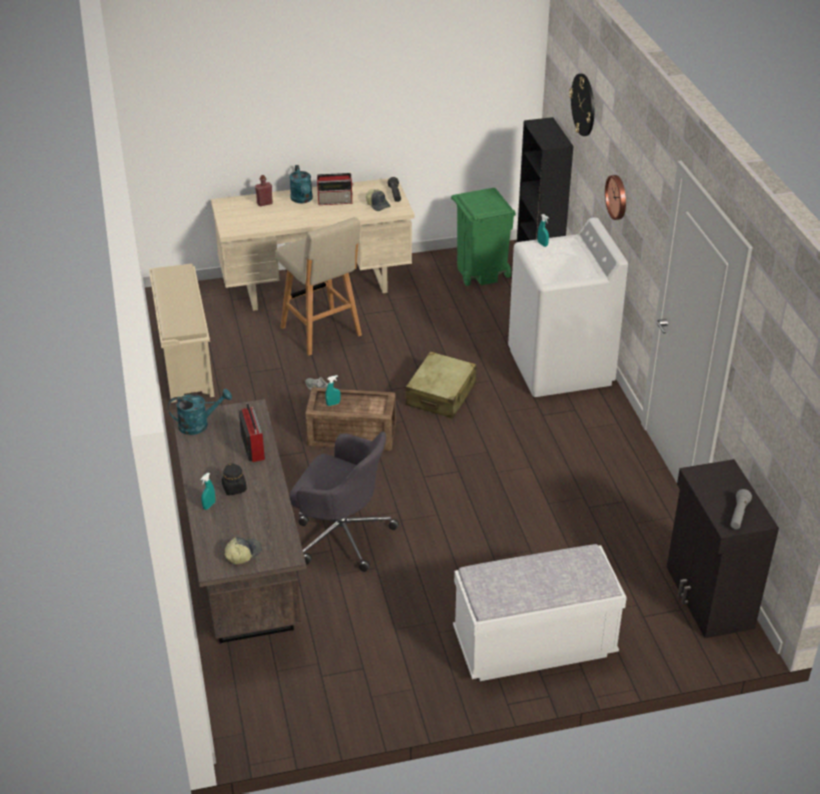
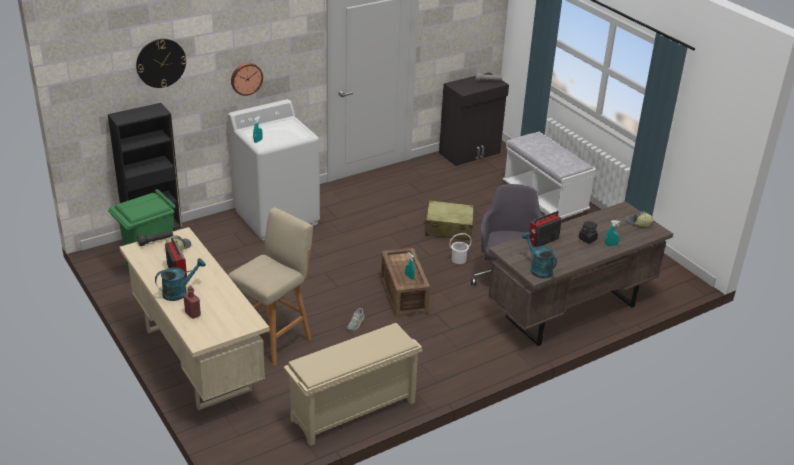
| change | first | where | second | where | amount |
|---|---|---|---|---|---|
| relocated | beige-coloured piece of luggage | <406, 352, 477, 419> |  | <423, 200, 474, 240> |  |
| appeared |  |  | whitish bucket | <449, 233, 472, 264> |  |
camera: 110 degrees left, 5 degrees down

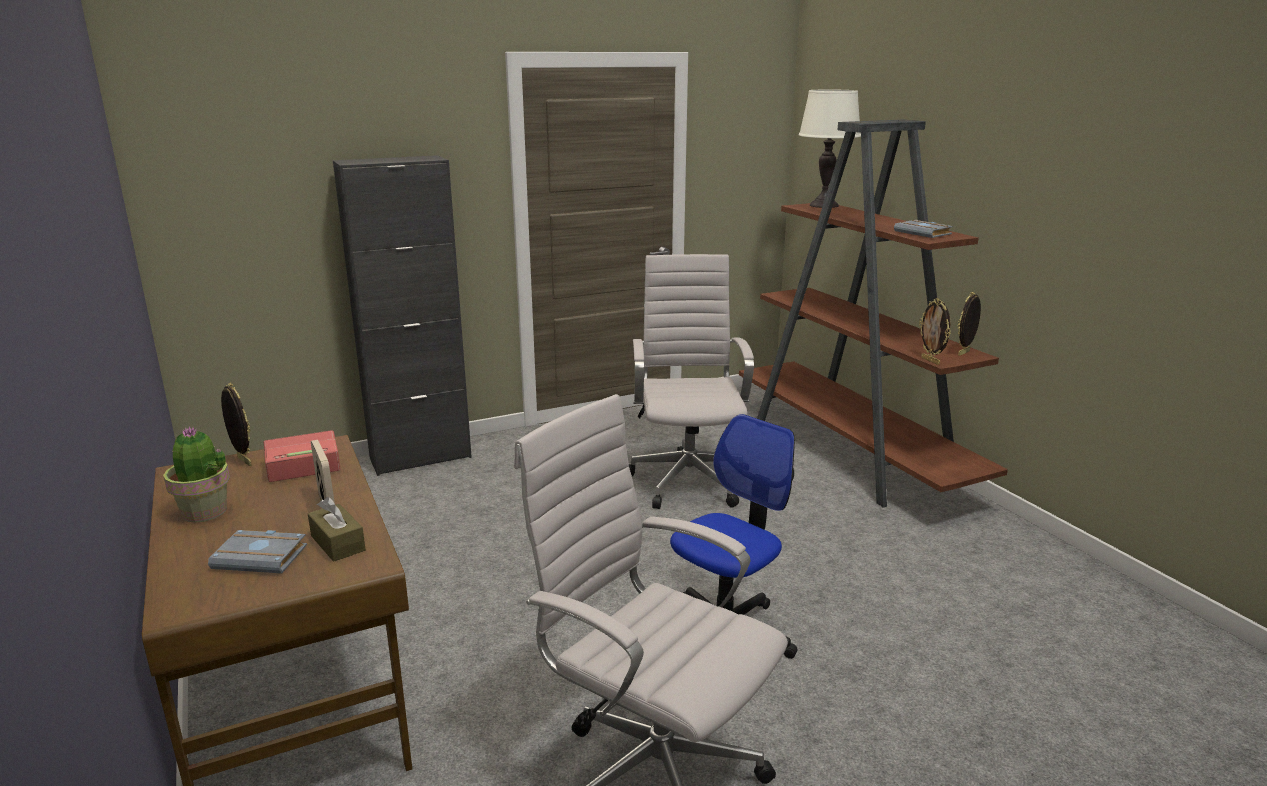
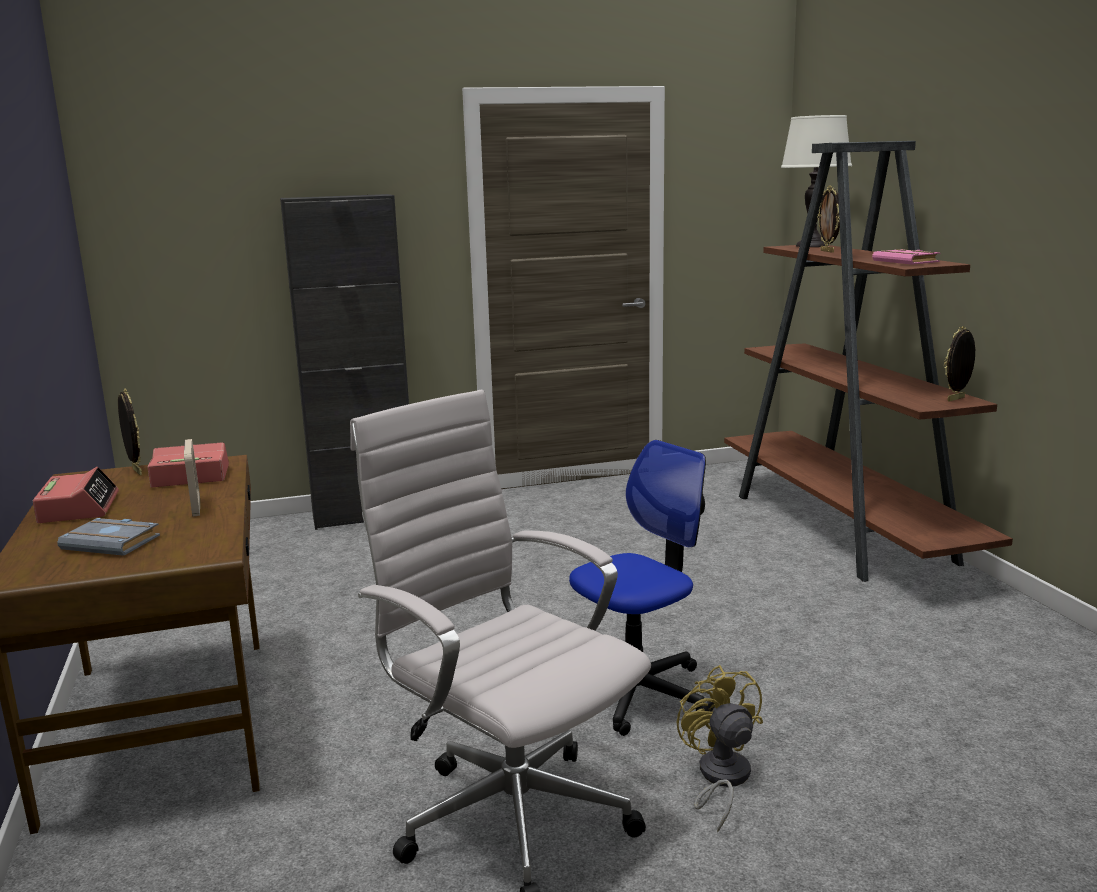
| change | first | where | second | where | amount |
|---|---|---|---|---|---|
| colour | grey bound book | <894, 220, 953, 238> | pink-coloured bound book | <872, 249, 940, 265> |  |
| missing | whitish computer chair | <629, 254, 754, 509> |  |  |  |
| relocated | picture frame | <919, 298, 951, 365> |  | <817, 185, 840, 253> |  |
| exchanged | plant in a pot | <163, 426, 230, 523> | alarm clock | <33, 467, 119, 523> |  |
| missing | brown-coloured tissue holder | <308, 497, 366, 562> |  |  |  |
| appeared |  |  | yellowish cooling fan | <677, 665, 763, 832> |  |
camera: 10 degrees right, 5 degrees down

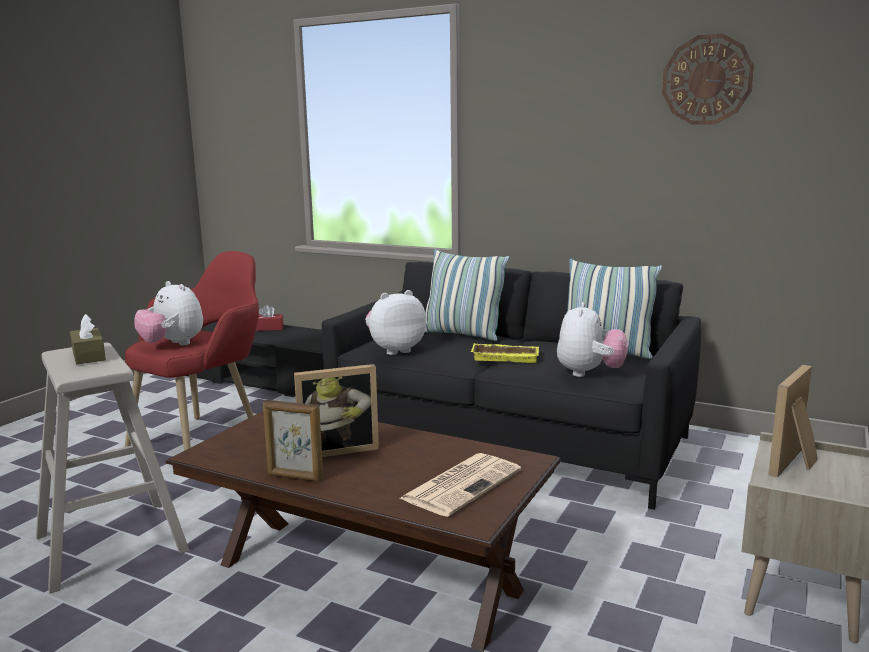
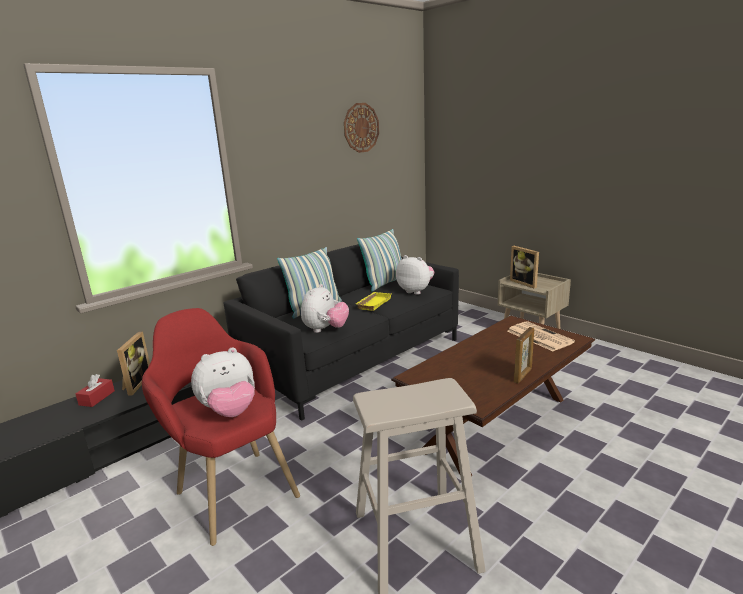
| change | first | where | second | where | amount |
|---|---|---|---|---|---|
| spun | cuddly toy | <365, 290, 426, 355> |  | <301, 284, 349, 333> | 150 degrees counterclockwise |
| missing | brown-coloured tissue holder | <70, 314, 106, 364> |  |  |  |
| relocated | picture frame | <294, 364, 379, 457> |  | <117, 331, 150, 396> |  |
camera: 70 degrees left, 5 degrees up

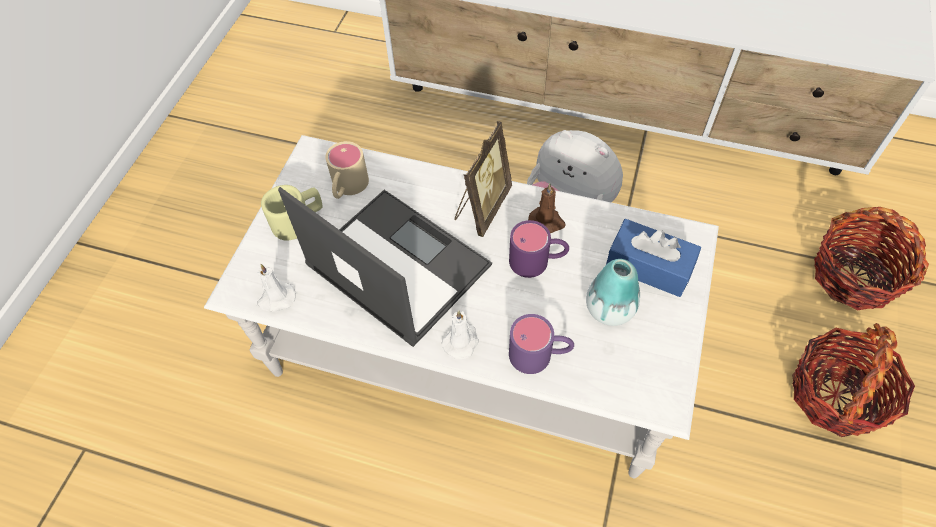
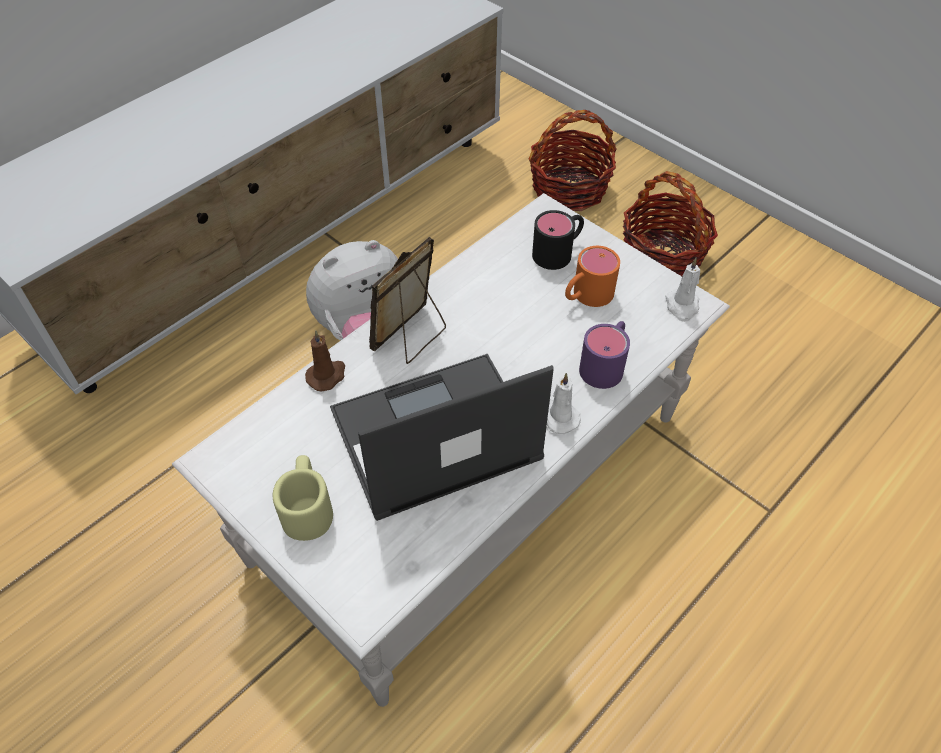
| change | first | where | second | where | amount |
|---|---|---|---|---|---|
| spun | picture frame | <454, 121, 512, 237> |  | <369, 237, 446, 364> | 105 degrees counterclockwise |
| missing | beige-coloured coffee mug | <325, 141, 369, 199> |  |  |  |
| relocated | brown-coloured wax candle | <528, 184, 566, 233> |  | <305, 331, 345, 391> |  |
| exchanged | bluish tissue holder | <606, 219, 701, 297> | black coffee mug | <532, 210, 584, 270> |  |
| missing | purple coffee mug | <509, 220, 569, 278> |  |  |  |
| exchanged | vase | <586, 259, 640, 326> | orange-coloured coffee mug | <565, 246, 620, 307> |  |
| relocated | whitish wax candle | <257, 264, 296, 312> |  | <665, 258, 700, 322> |  |
camera: 65 degrees left, 5 degrees down

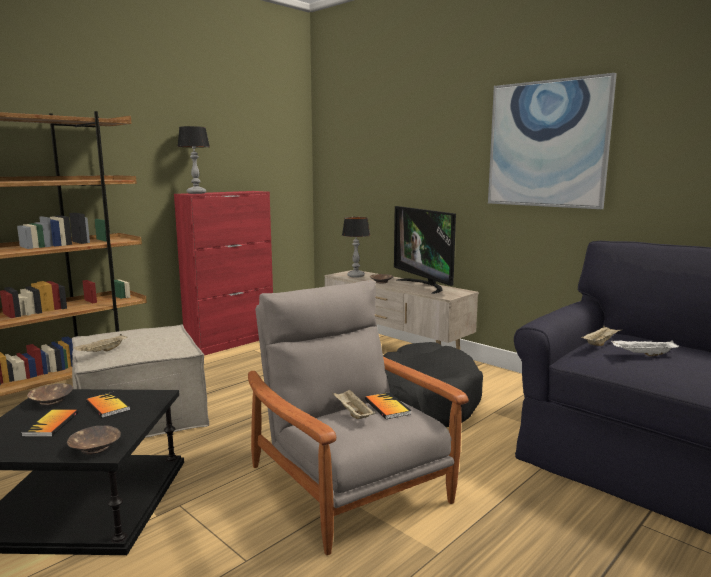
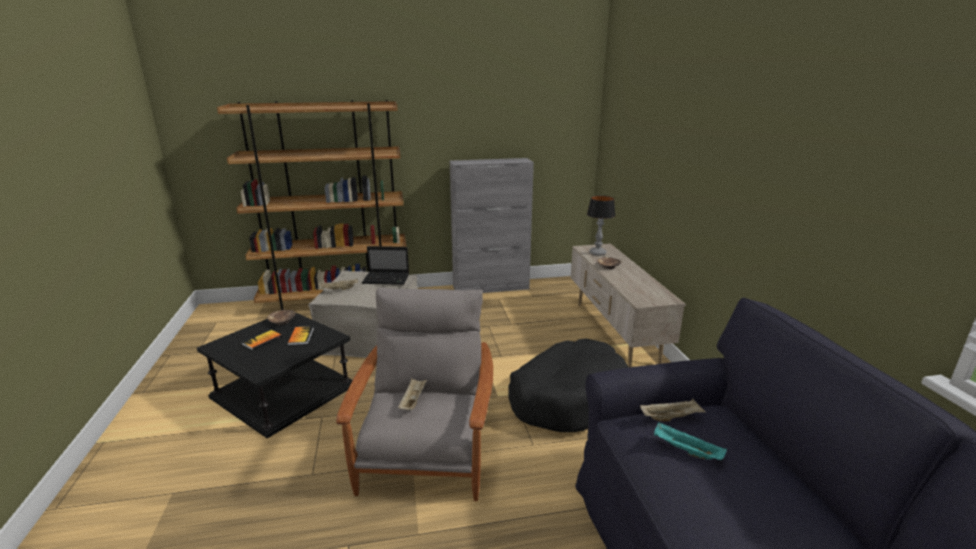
| change | first | where | second | where | amount |
|---|---|---|---|---|---|
| missing | wall picture | <488, 73, 617, 209> |  |  |  |
| missing | table lamp | <177, 126, 210, 194> |  |  |  |
| colour | reddish cupboard | <174, 191, 273, 355> | grey cupboard | <450, 158, 534, 293> |  |
| missing | TV set | <394, 206, 456, 294> |  |  |  |
| colour | whitish carrying tray | <611, 341, 679, 356> | turquoise-coloured carrying tray | <654, 422, 727, 460> |  |
| missing | bound book | <365, 392, 411, 419> |  |  |  |
| missing | brown-coloured bowl | <67, 425, 121, 454> |  |  |  |
| appeared |  |  | laptop | <362, 246, 409, 285> |  |
camera: 35 degrees right, 10 degrees up

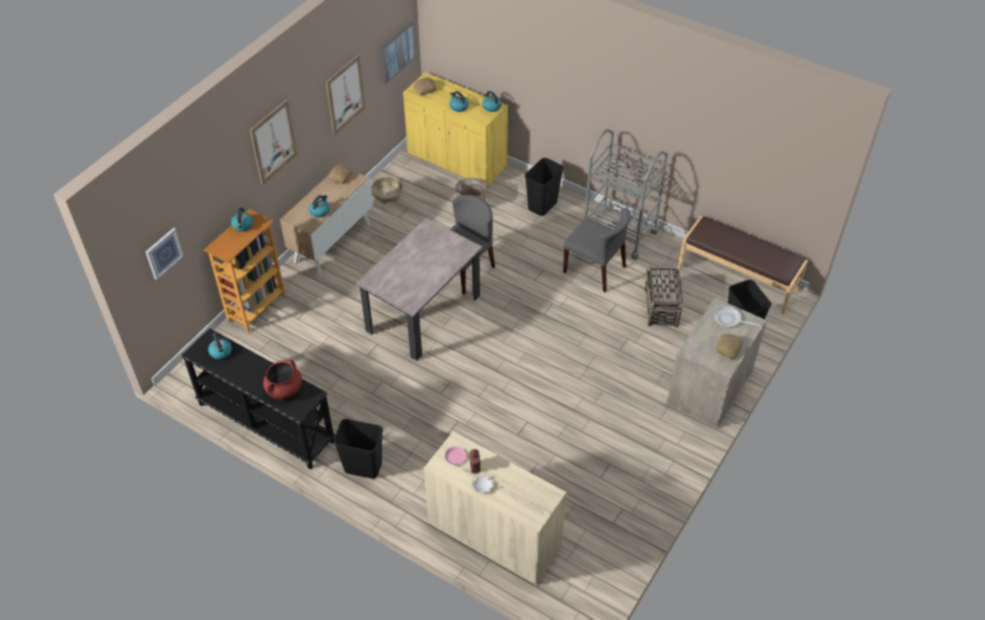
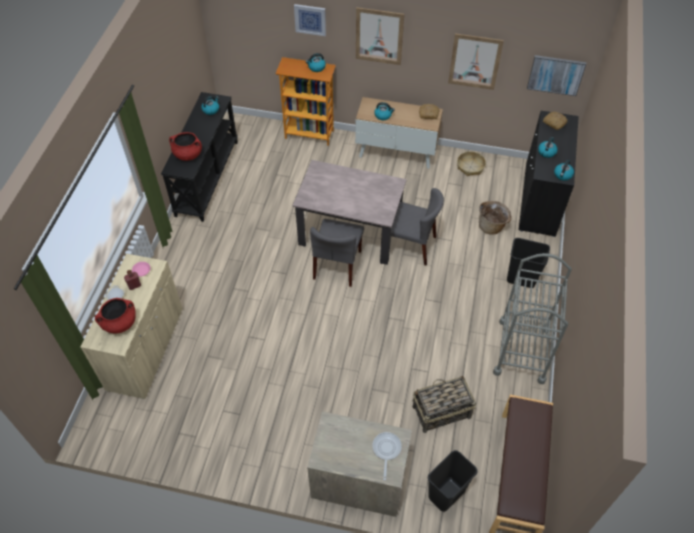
| change | first | where | second | where | amount |
|---|---|---|---|---|---|
| colour | yellowish cupboard | <403, 72, 508, 187> | black cupboard | <519, 111, 579, 237> |  |
| relocated | grey chair | <563, 208, 631, 292> |  | <310, 219, 364, 287> |  |
| relocated | wall picture | <146, 228, 184, 280> |  | <294, 4, 326, 36> |  |
| missing | baked bread | <716, 334, 743, 359> |  |  |  |
| missing | black trash can | <333, 419, 383, 479> |  |  |  |
| appeared |  |  | reddish cooking pot | <95, 298, 136, 333> |  |
camera: 70 degrees right, 5 degrees up

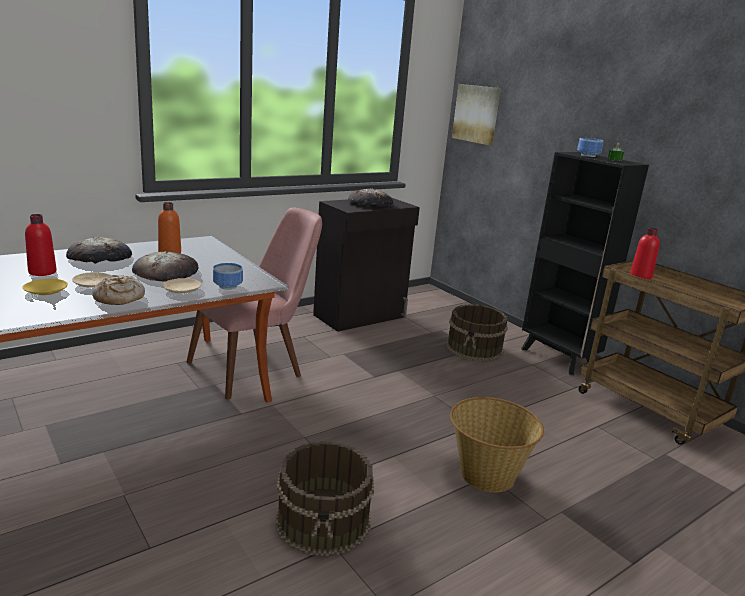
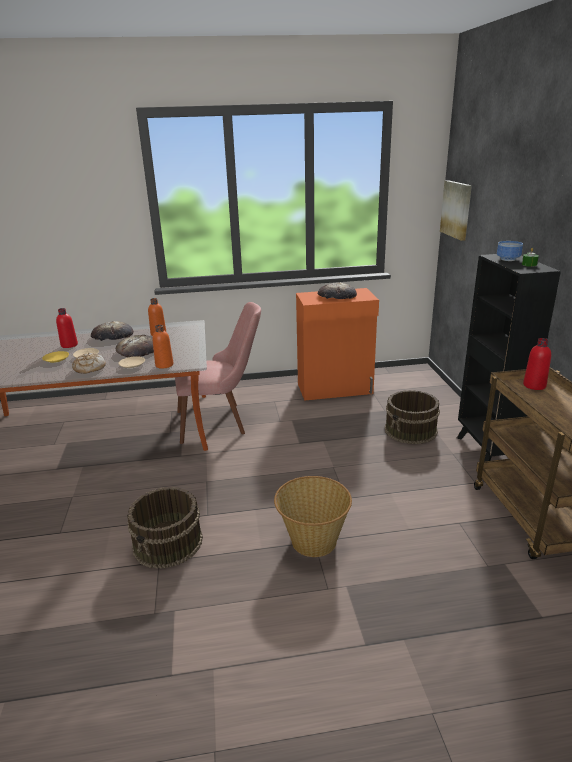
| change | first | where | second | where | amount |
|---|---|---|---|---|---|
| colour | black cupboard | <313, 198, 420, 332> | orange-coloured cupboard | <296, 288, 379, 401> |  |
| exchanged | bowl | <213, 263, 243, 290> | orange-coloured drink bottle | <152, 325, 173, 369> |  |
camera: 30 degrees right, 5 degrees up

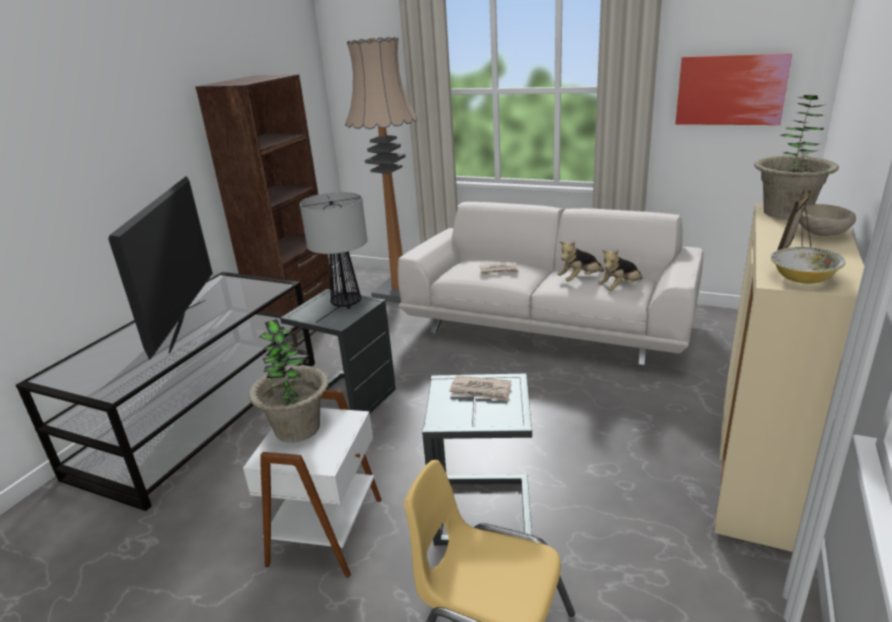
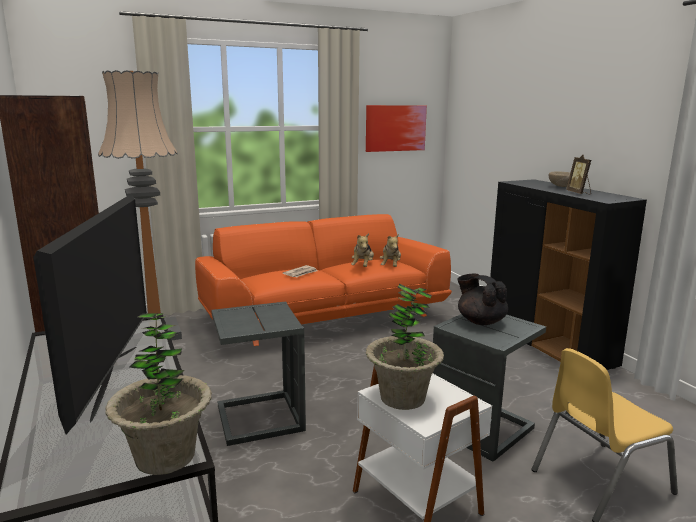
| change | first | where | second | where | amount |
|---|---|---|---|---|---|
| relocated | plant in a pot | <754, 95, 839, 219> |  | <105, 313, 212, 475> |  |
| spun | TV set | <108, 176, 213, 360> |  | <33, 194, 147, 434> | 45 degrees clockwise |
| missing | table lamp | <300, 192, 368, 309> |  |  |  |
| colour | whitish couch | <398, 202, 703, 365> | orange-coloured couch | <195, 214, 452, 346> |  |
| colour | beige-coloured cupboard | <714, 203, 864, 552> | black cupboard | <490, 179, 647, 370> |  |
| missing | bowl | <771, 247, 845, 283> |  |  |  |
| exchanged | printed paper | <449, 375, 511, 401> | black teapot | <457, 273, 508, 325> |  |
camera: 50 degrees left, 10 degrees down

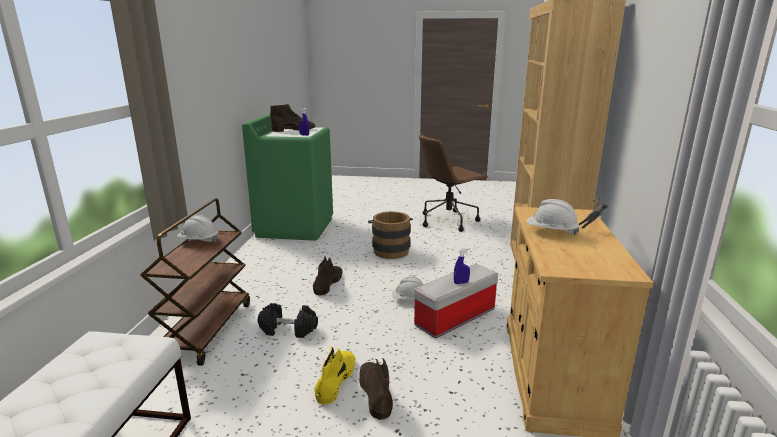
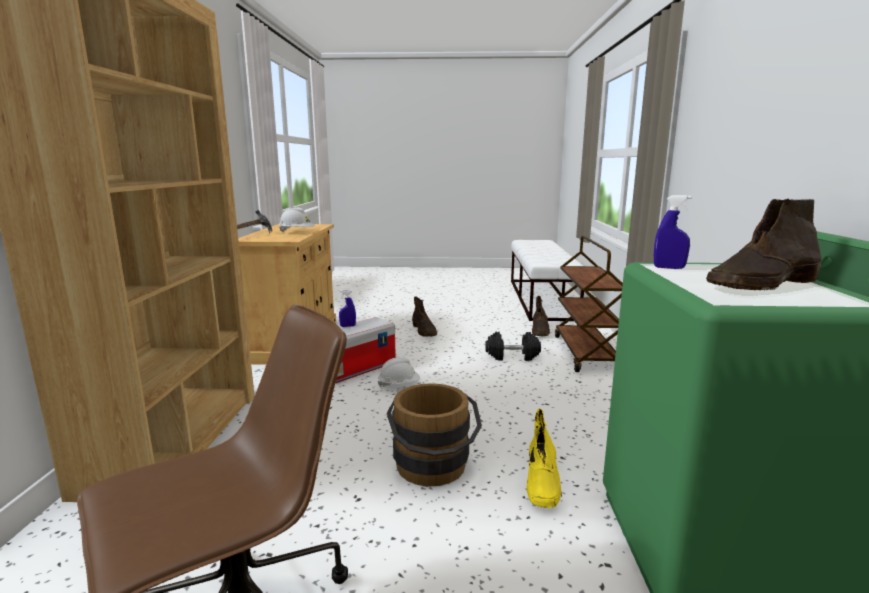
| change | first | where | second | where | amount |
|---|---|---|---|---|---|
| missing | whitish work helmet | <177, 215, 218, 243> |  |  |  |
| relocated | brown-coloured boot | <313, 257, 343, 295> |  | <532, 296, 550, 336> |  |
| relocated | yellowish boot | <314, 346, 355, 405> |  | <527, 408, 562, 508> |  |
camera: 175 degrees right, 5 degrees down

